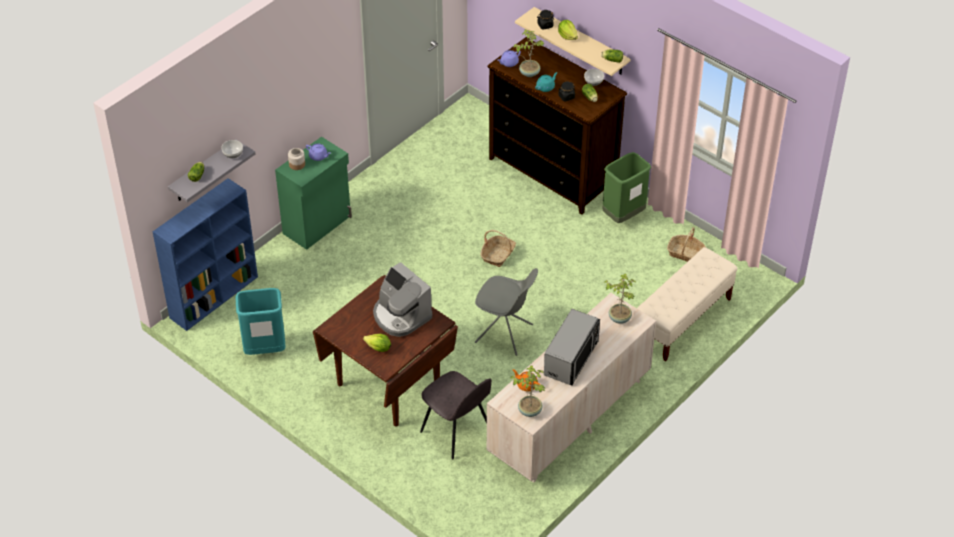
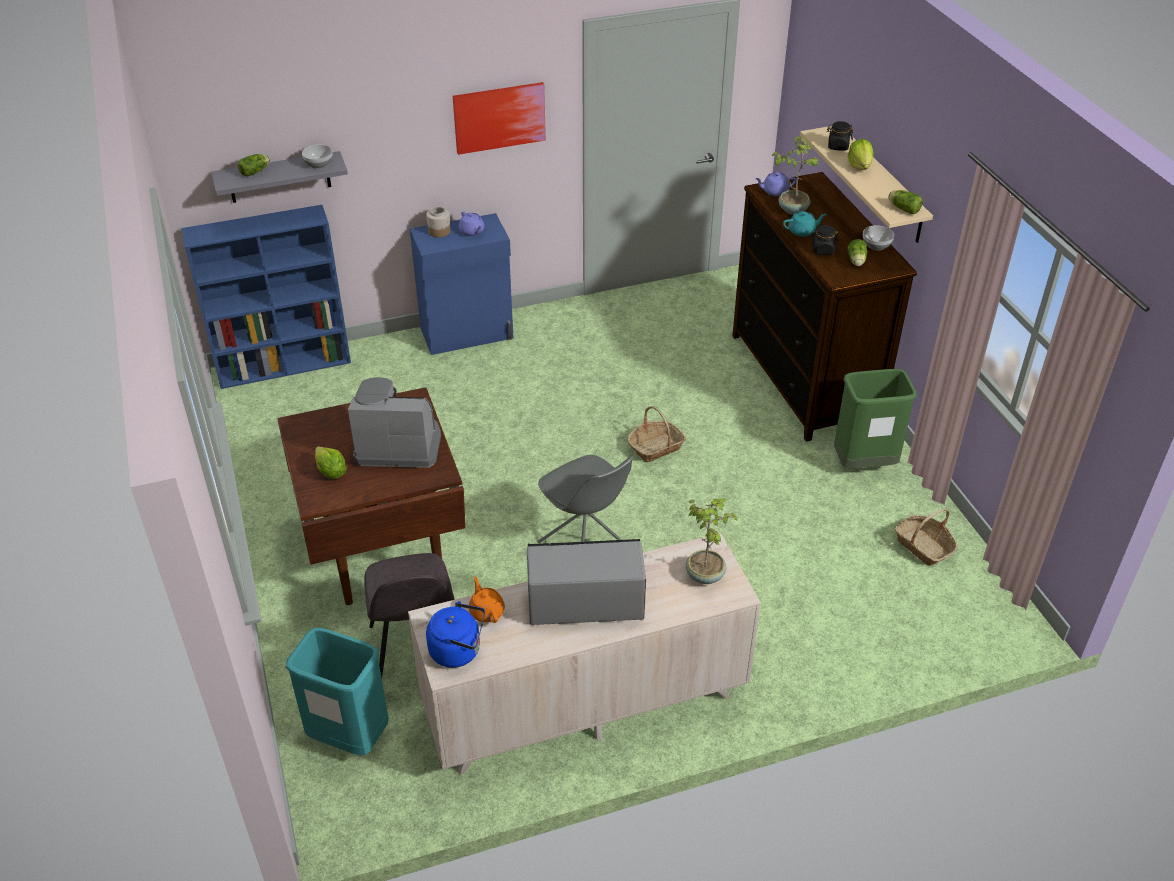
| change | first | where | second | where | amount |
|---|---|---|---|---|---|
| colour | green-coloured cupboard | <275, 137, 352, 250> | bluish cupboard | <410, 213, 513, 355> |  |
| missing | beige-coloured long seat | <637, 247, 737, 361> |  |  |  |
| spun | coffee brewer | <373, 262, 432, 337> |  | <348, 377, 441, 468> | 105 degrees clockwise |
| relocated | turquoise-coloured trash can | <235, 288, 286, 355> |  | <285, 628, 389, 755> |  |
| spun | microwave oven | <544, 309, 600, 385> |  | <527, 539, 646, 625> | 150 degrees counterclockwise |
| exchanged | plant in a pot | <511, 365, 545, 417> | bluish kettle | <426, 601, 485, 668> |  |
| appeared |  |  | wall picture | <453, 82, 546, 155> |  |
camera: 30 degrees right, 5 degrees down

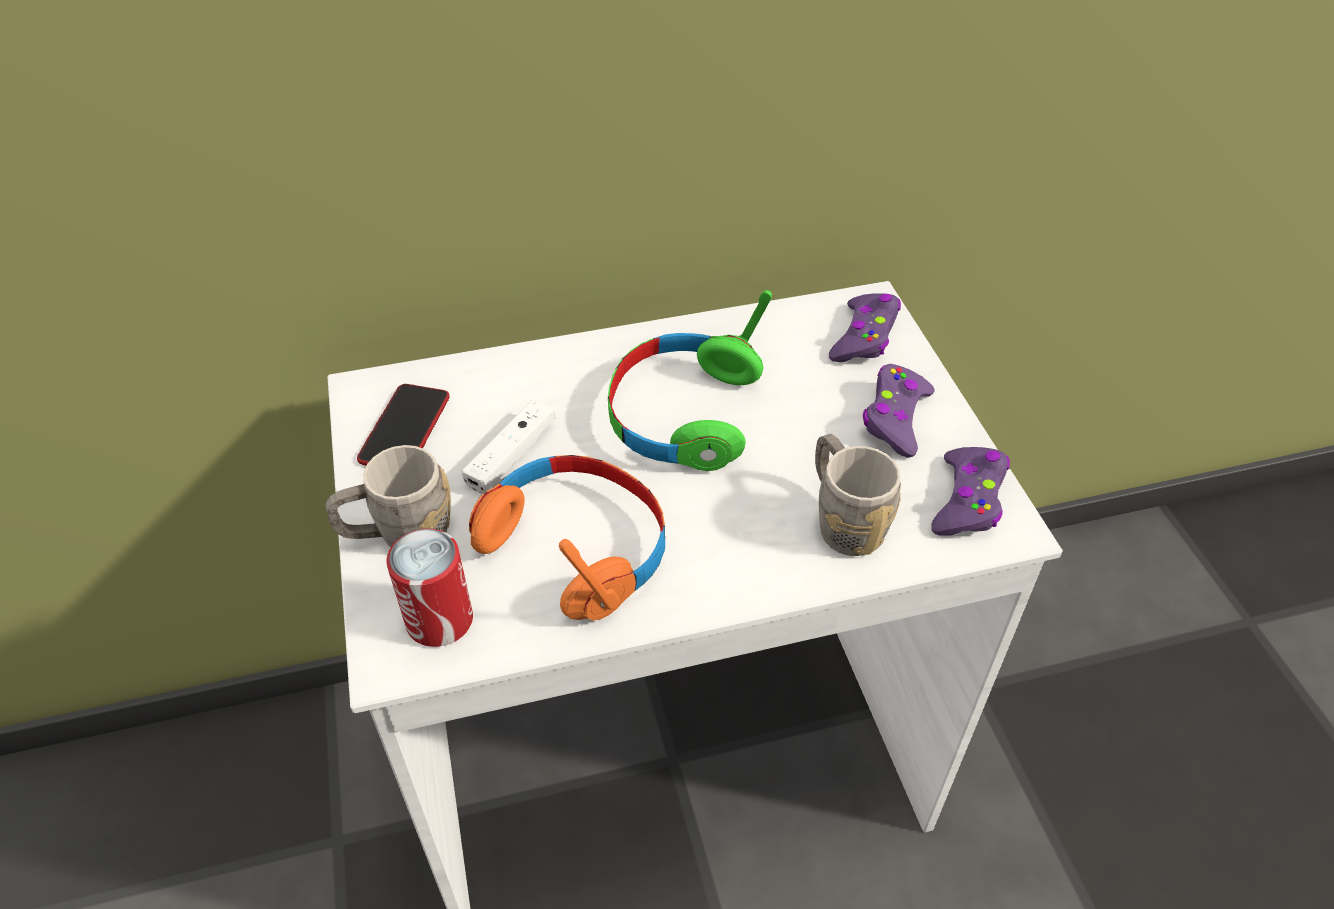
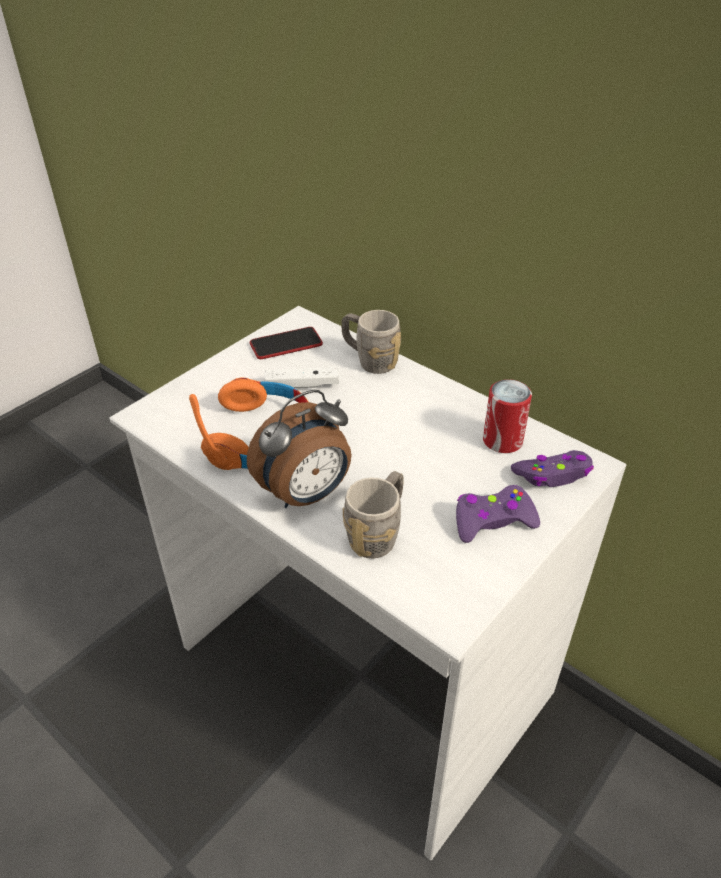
| change | first | where | second | where | amount |
|---|---|---|---|---|---|
| missing | green-coloured pair of headphones | <608, 290, 772, 471> |  |  |  |
| relocated | grey coffee mug | <326, 445, 451, 547> |  | <341, 310, 401, 374> |  |
| missing | purple game controller | <931, 447, 1010, 536> |  |  |  |
| relocated | can | <386, 529, 473, 647> |  | <483, 379, 532, 453> |  |
| appeared |  |  | alarm clock | <247, 390, 352, 508> |  |
camera: 55 degrees right, 5 degrees down

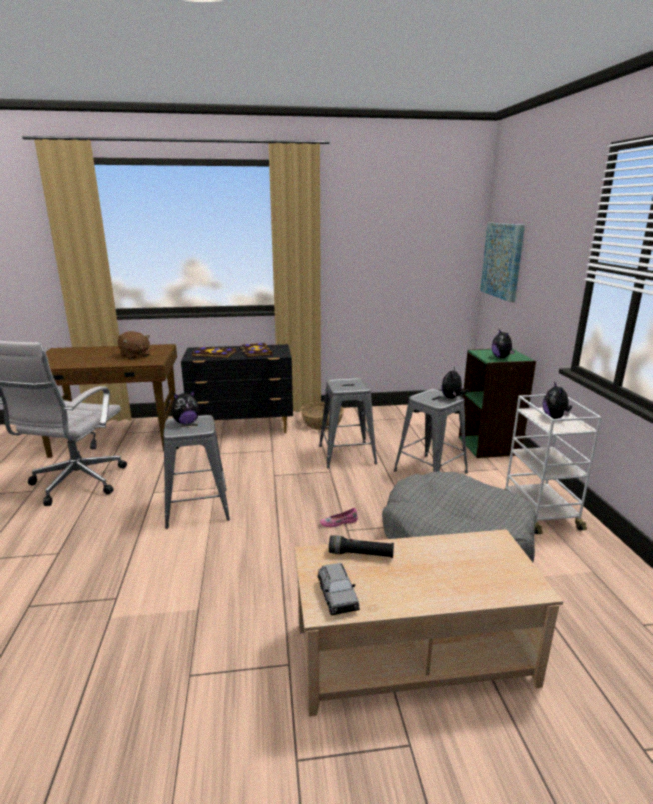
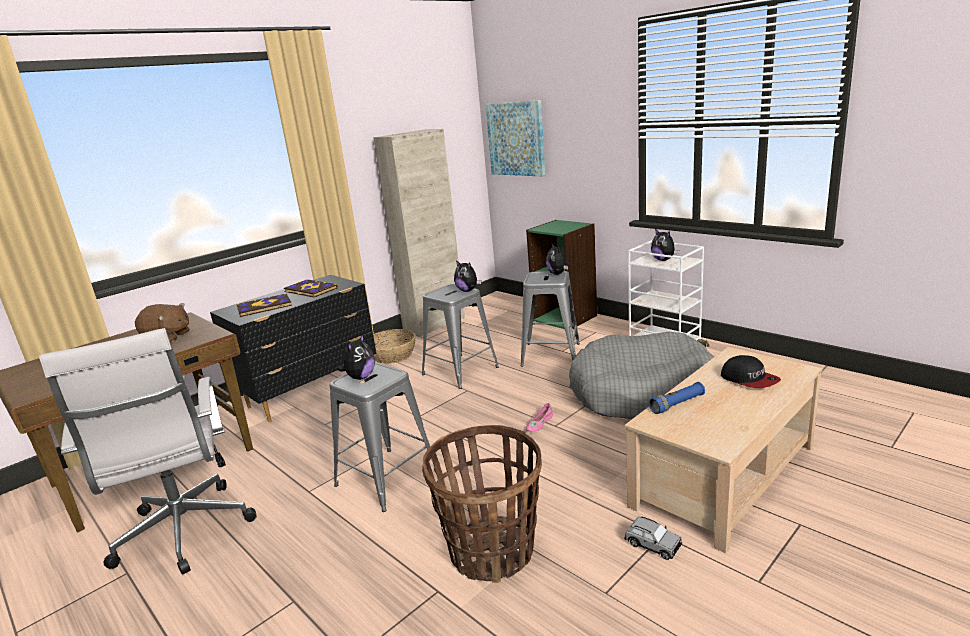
| change | first | where | second | where | amount |
|---|---|---|---|---|---|
| relocated | cuddly toy | <492, 329, 515, 358> |  | <454, 260, 481, 292> |  |
| colour | black flashlight | <329, 535, 394, 558> | bluish flashlight | <649, 382, 705, 414> |  |
| relocated | grey model car | <317, 563, 360, 615> |  | <624, 516, 682, 560> |  |
| appeared |  |  | beige-coloured cupboard | <373, 129, 465, 337> |  |
| appeared |  |  | baseball cap | <721, 355, 781, 388> |  |
| appeared |  |  | basket | <422, 425, 542, 583> |  |
camera: 35 degrees left, 0 degrees up

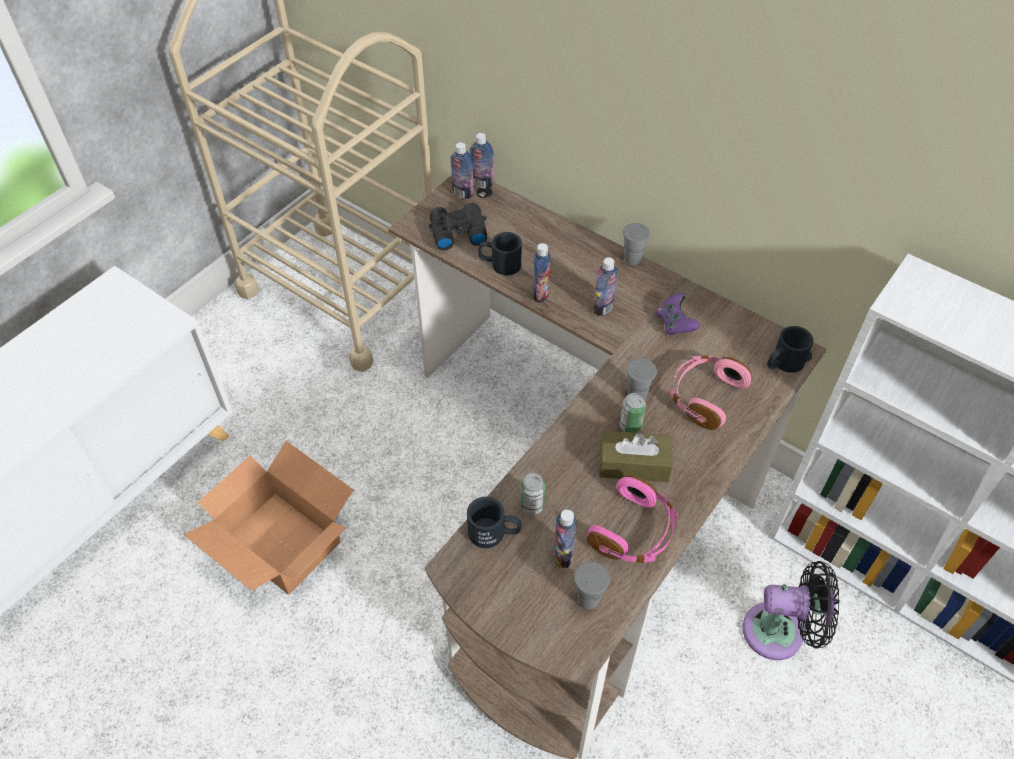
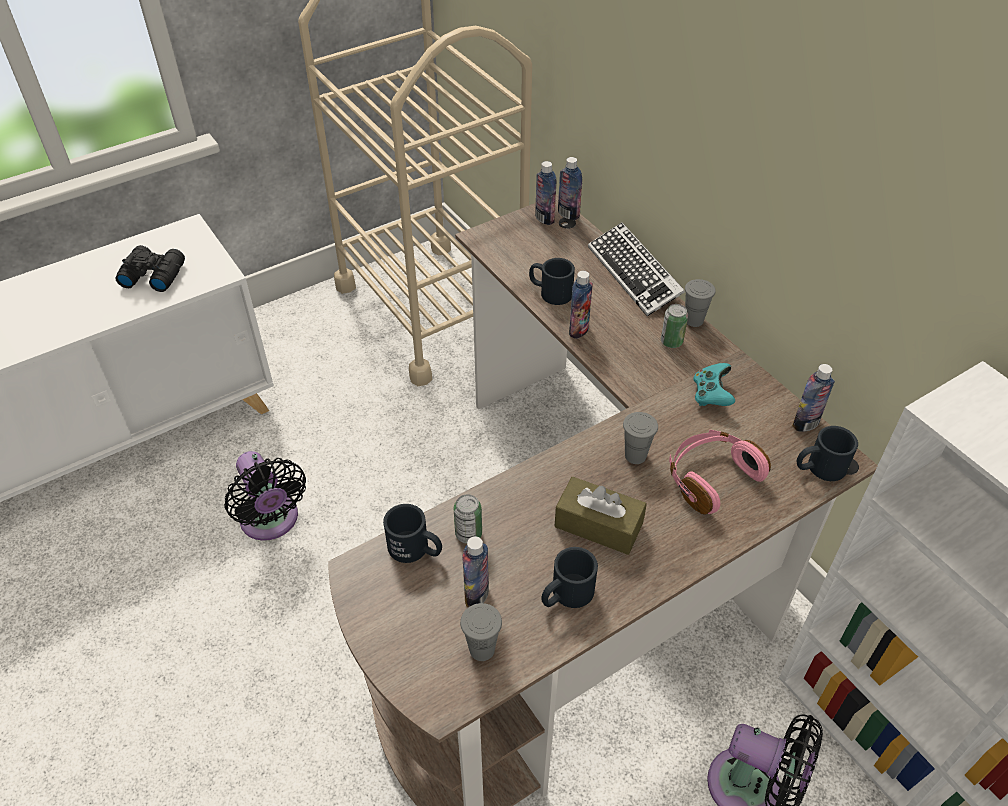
| change | first | where | second | where | amount |
|---|---|---|---|---|---|
| relocated | black binoculars | <428, 203, 487, 250> |  | <115, 245, 185, 292> |  |
| relocated | drink bottle | <593, 257, 618, 316> |  | <792, 364, 835, 431> |  |
| colour | purple game controller | <656, 293, 700, 336> | turquoise-coloured game controller | <693, 363, 735, 406> |  |
| relocated | can | <620, 393, 646, 433> |  | <661, 304, 688, 348> |  |
| exchanged | cardboard box | <183, 441, 353, 594> | black cooling fan | <224, 451, 306, 541> |  |
| exchanged | pink-coloured pair of headphones | <587, 475, 678, 563> | black coffee mug | <541, 547, 598, 608> |  |
| appeared |  |  | keyboard | <588, 222, 685, 316> |  |
camera: 20 degrees right, 5 degrees down

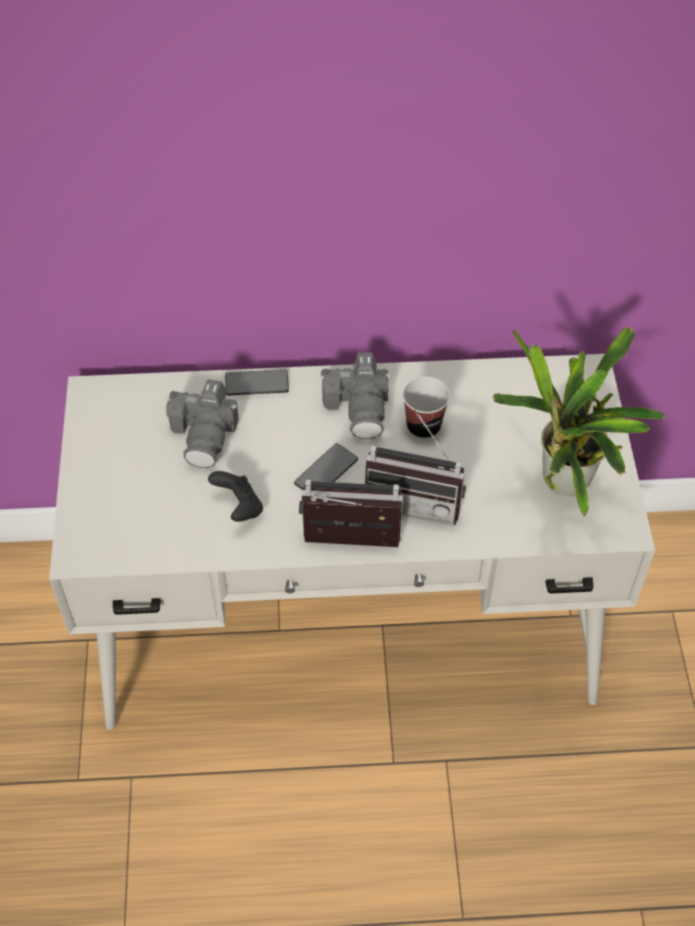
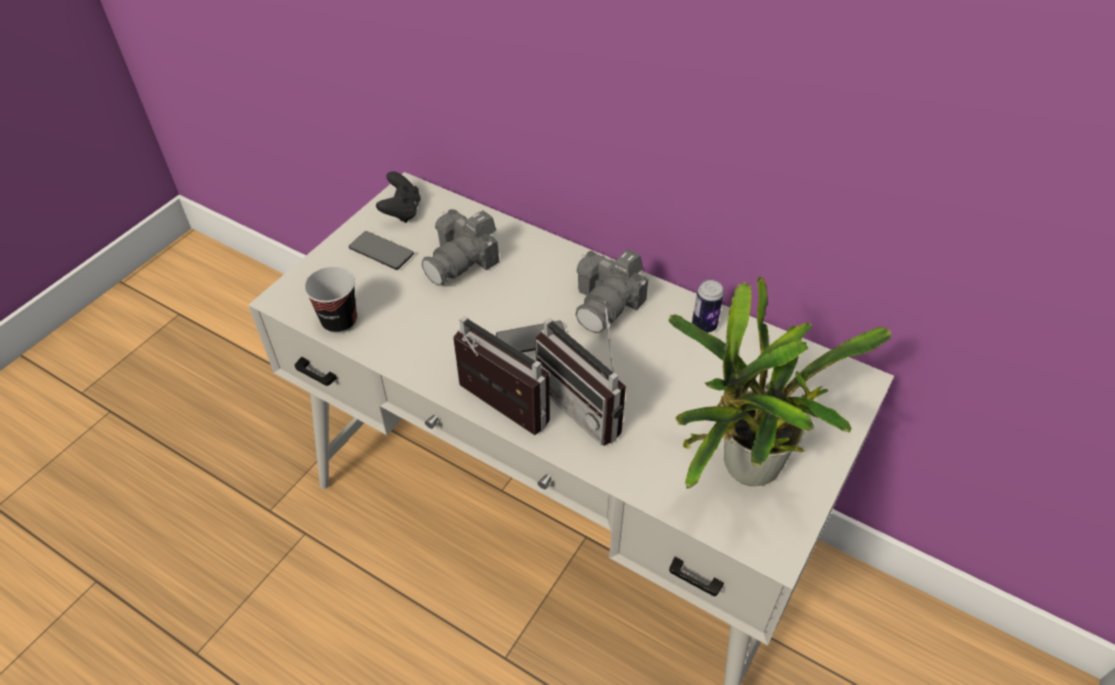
| change | first | where | second | where | amount |
|---|---|---|---|---|---|
| relocated | handset | <225, 369, 289, 396> |  | <349, 231, 414, 270> |  |
| relocated | small cup | <403, 376, 450, 439> |  | <304, 266, 357, 334> |  |
| relocated | black game controller | <208, 471, 263, 522> |  | <376, 171, 421, 223> |  |
| appeared |  |  | can | <692, 280, 724, 333> |  |
camera: 35 degrees right, 5 degrees down

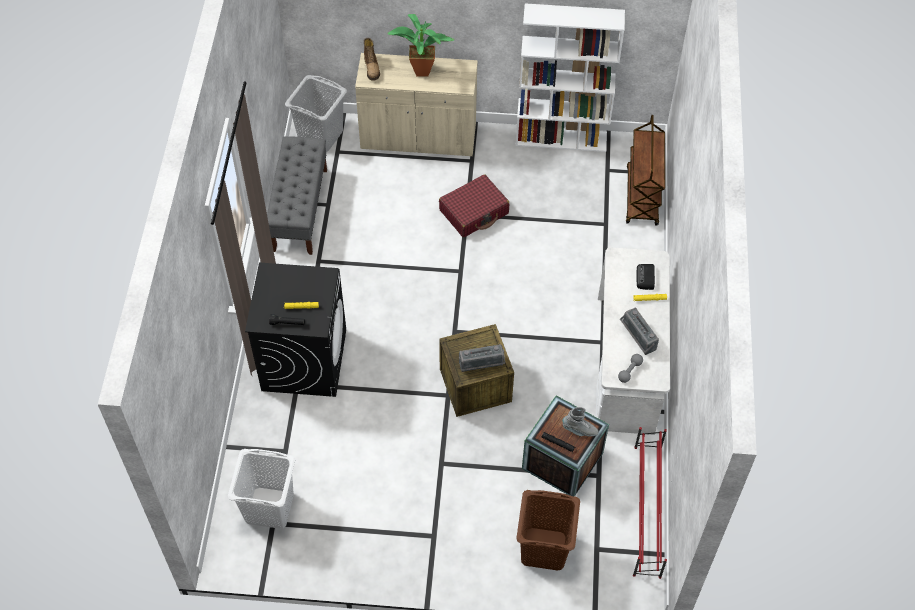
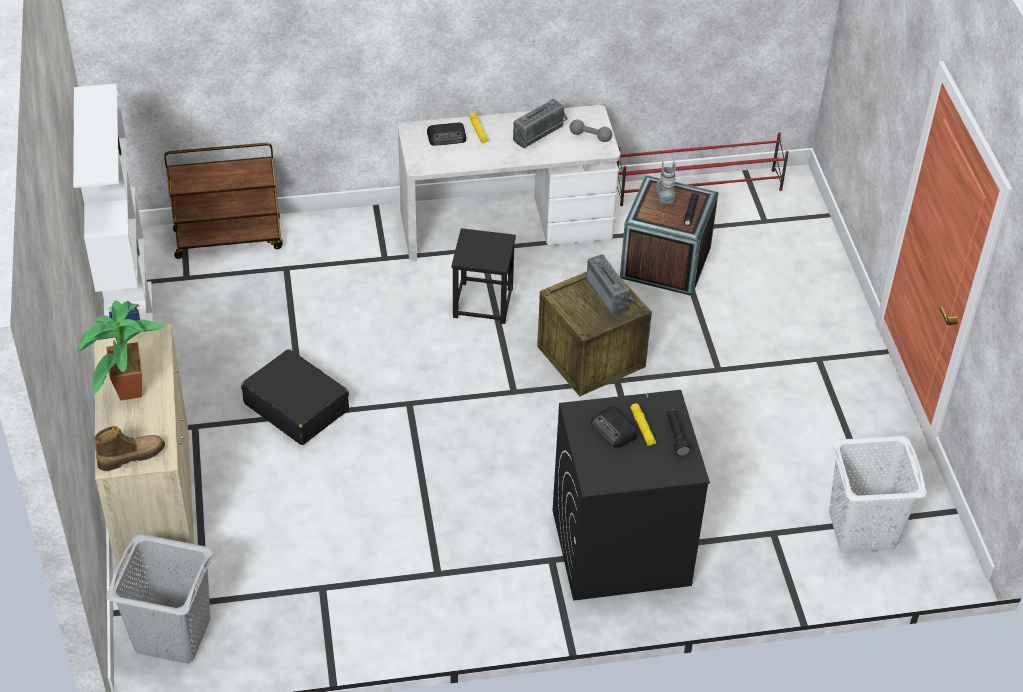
| change | first | where | second | where | amount |
|---|---|---|---|---|---|
| missing | grey long seat | <267, 136, 327, 255> |  |  |  |
| colour | reddish piece of luggage | <439, 174, 509, 237> | black piece of luggage | <241, 349, 349, 445> |  |
| missing | brown-coloured hamper | <516, 490, 580, 570> |  |  |  |
| appeared |  |  | black stool seat | <452, 228, 516, 324> |  |
| appeared |  |  | radio receiver | <591, 406, 637, 448> |  |
camera: 105 degrees left, 10 degrees down

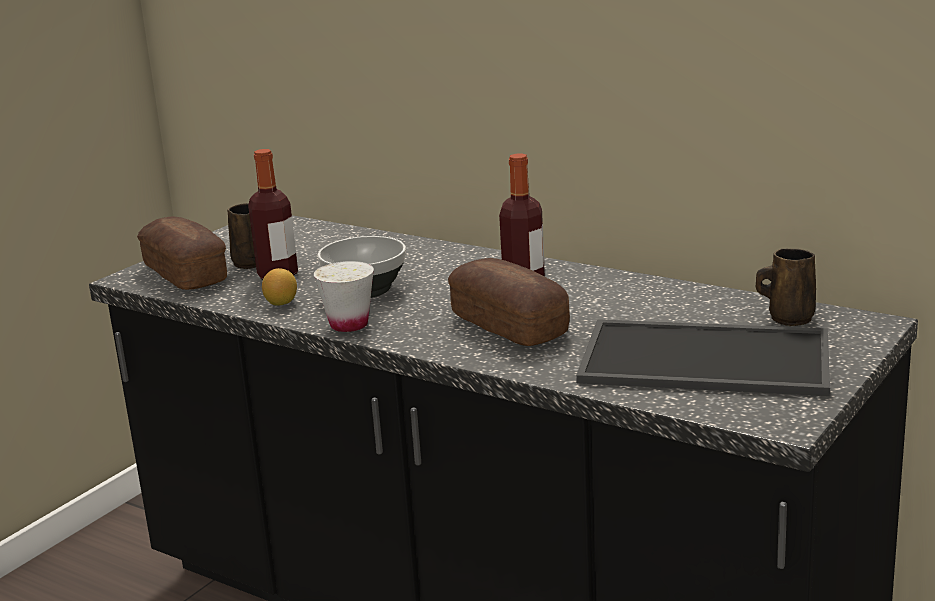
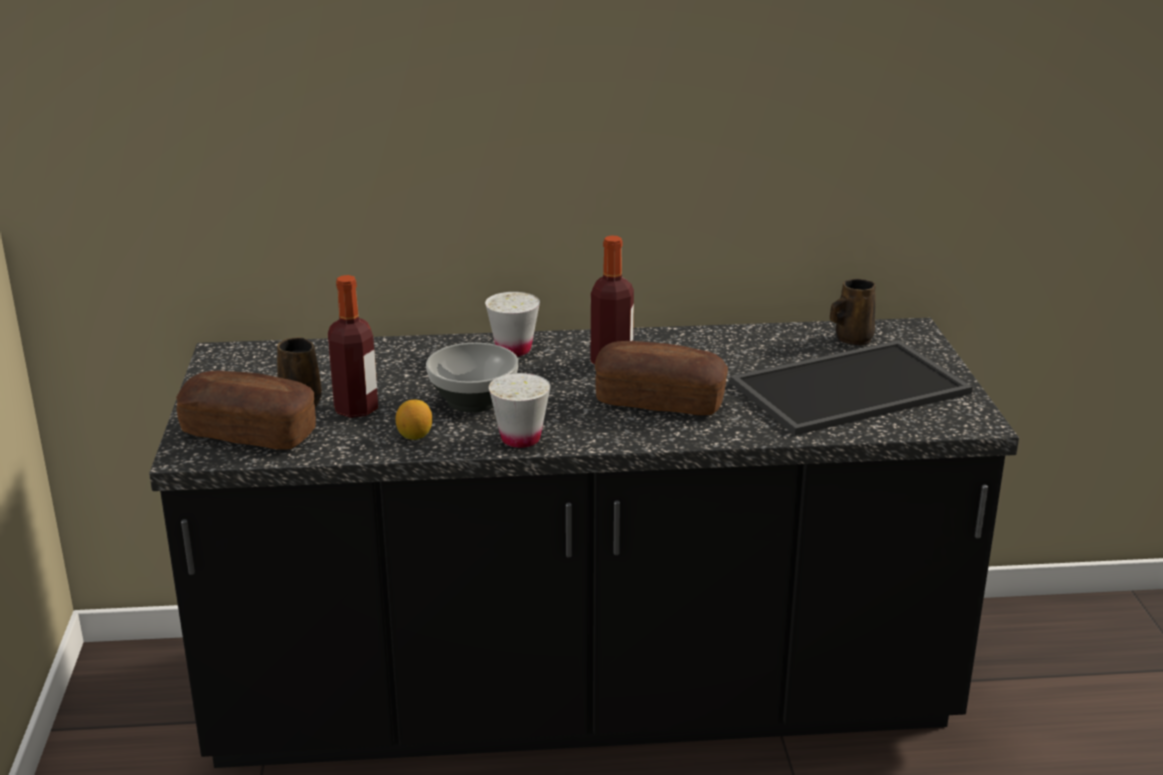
| change | first | where | second | where | amount |
|---|---|---|---|---|---|
| appeared |  |  | whitish small cup | <485, 292, 540, 357> |  |
camera: 40 degrees left, 5 degrees up

